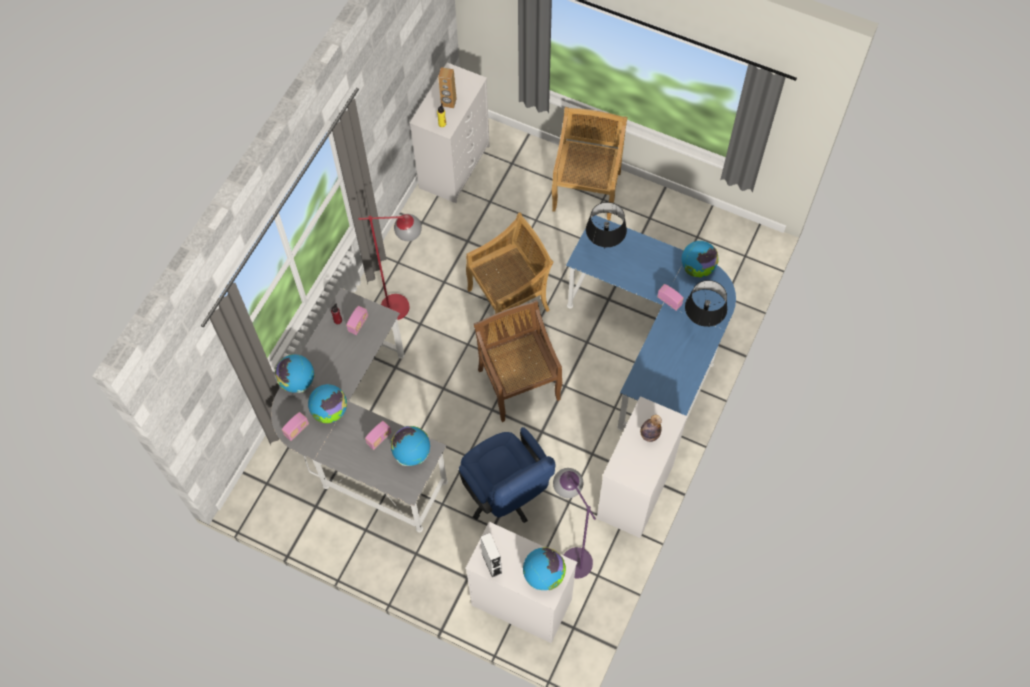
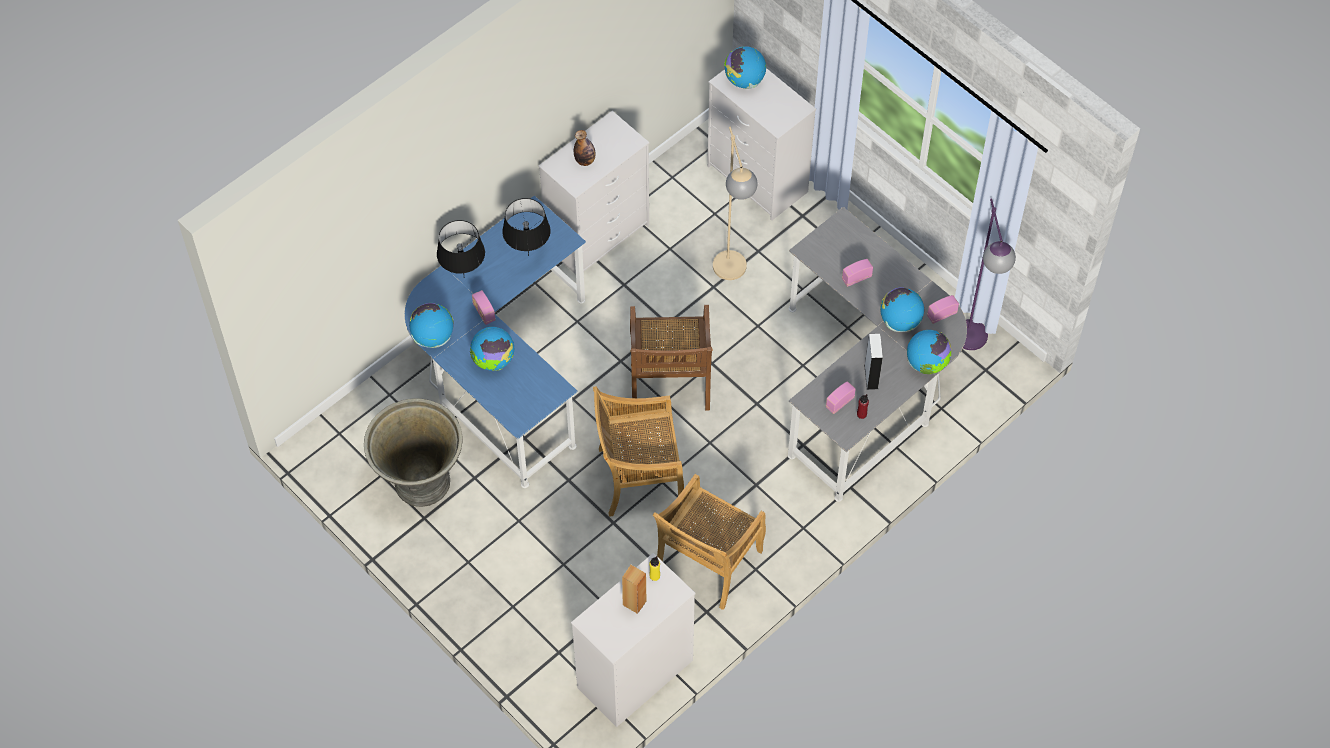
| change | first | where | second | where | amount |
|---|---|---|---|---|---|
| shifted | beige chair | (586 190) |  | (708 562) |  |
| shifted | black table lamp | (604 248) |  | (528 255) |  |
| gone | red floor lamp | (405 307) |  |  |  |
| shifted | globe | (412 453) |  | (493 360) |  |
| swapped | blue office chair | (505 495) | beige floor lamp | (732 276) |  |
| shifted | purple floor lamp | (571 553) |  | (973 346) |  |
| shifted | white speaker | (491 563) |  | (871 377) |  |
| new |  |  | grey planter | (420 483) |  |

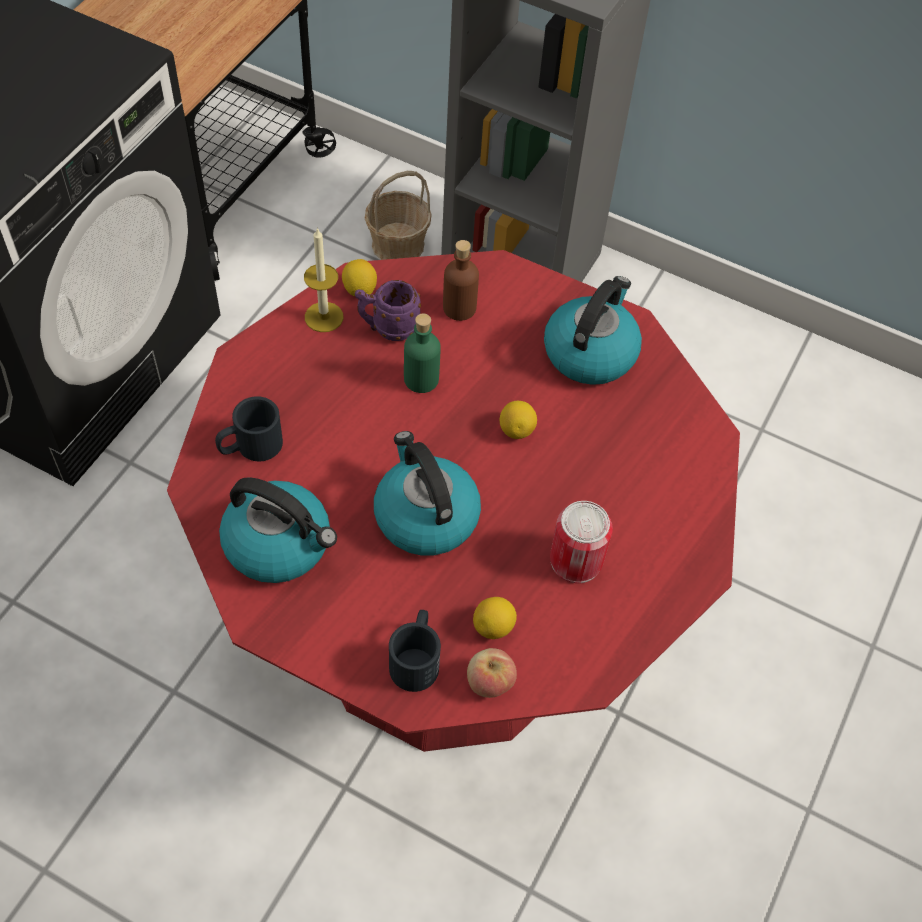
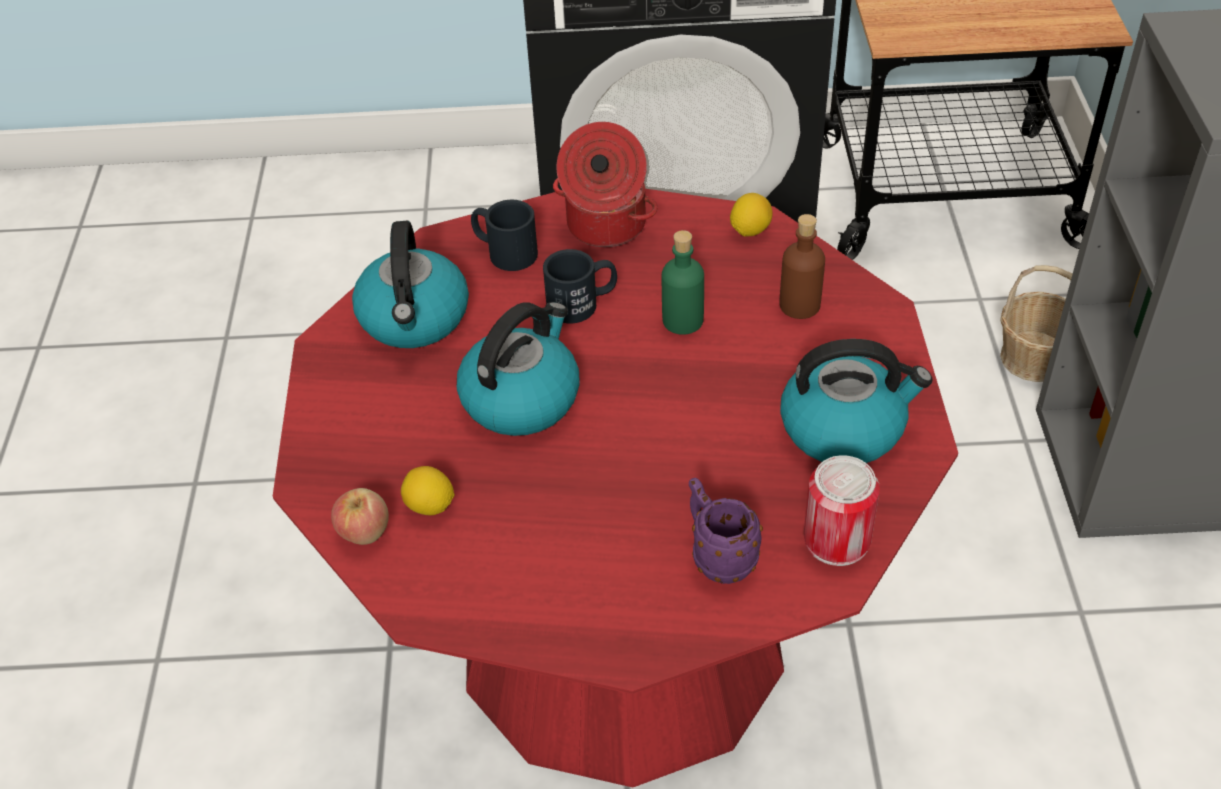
| change | first | where | second | where | amount |
|---|---|---|---|---|---|
| gone | candle | (324 317) |  |  |  |
| shifted | purple mug | (388 328) |  | (718 556) |  |
| gone | lemon | (516 430) |  |  |  |
| shifted | can | (576 560) |  | (836 540) |  |
| shifted | black mug | (416 658) |  | (582 303) |  |
| new |  |  | cooking pot | (605 226) |  |

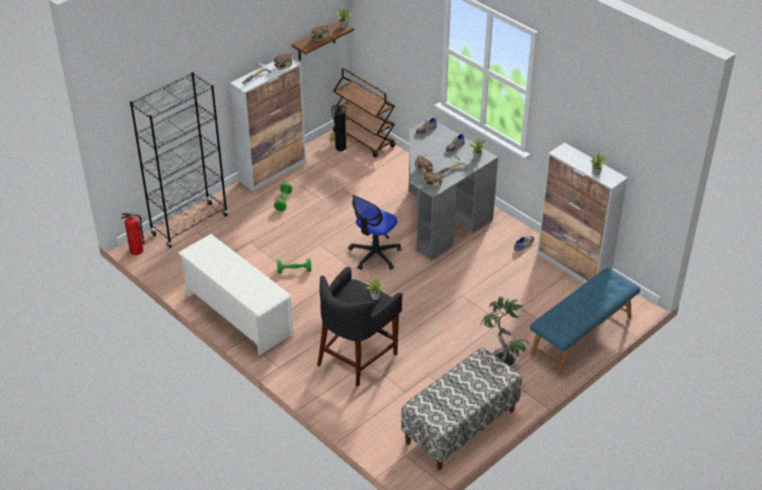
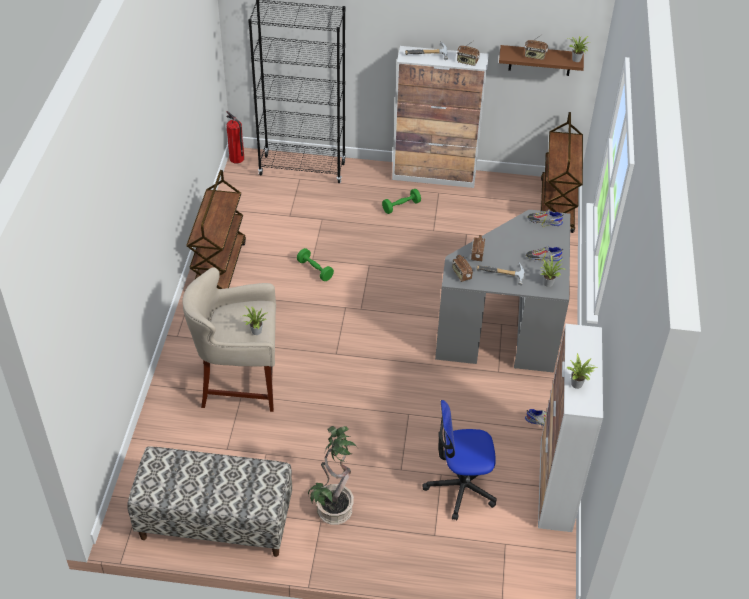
| change | first | where | second | where | amount |
|---|---|---|---|---|---|
| gone | fire extinguisher | (340 147) |  |  |  |
| shifted | office chair | (375 255) |  | (460 487) |  |
| swapped | white shoe rack | (238 314) | brown cart | (219 268) |  |
| repainted | black stool | (357 358) | beige stool | (240 384) |  |
| gone | blue bench | (582 336) |  |  |  |

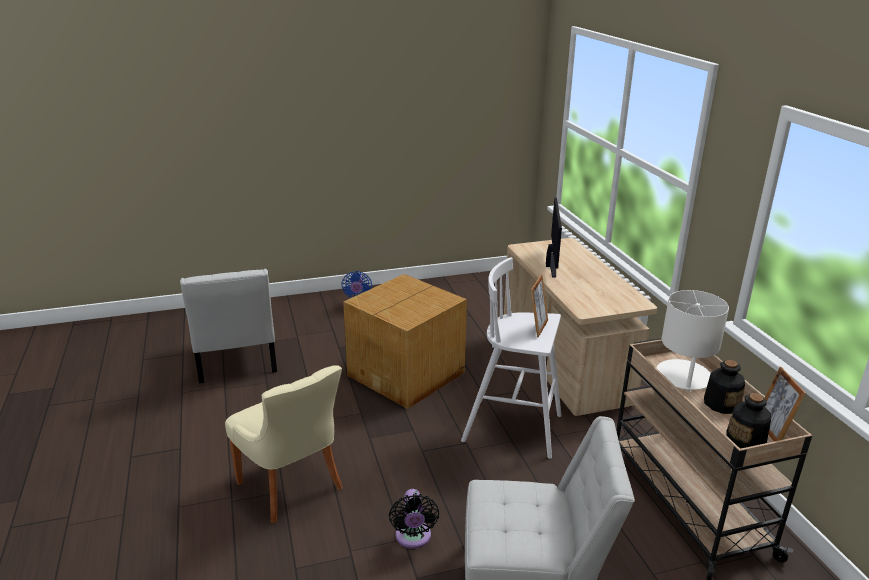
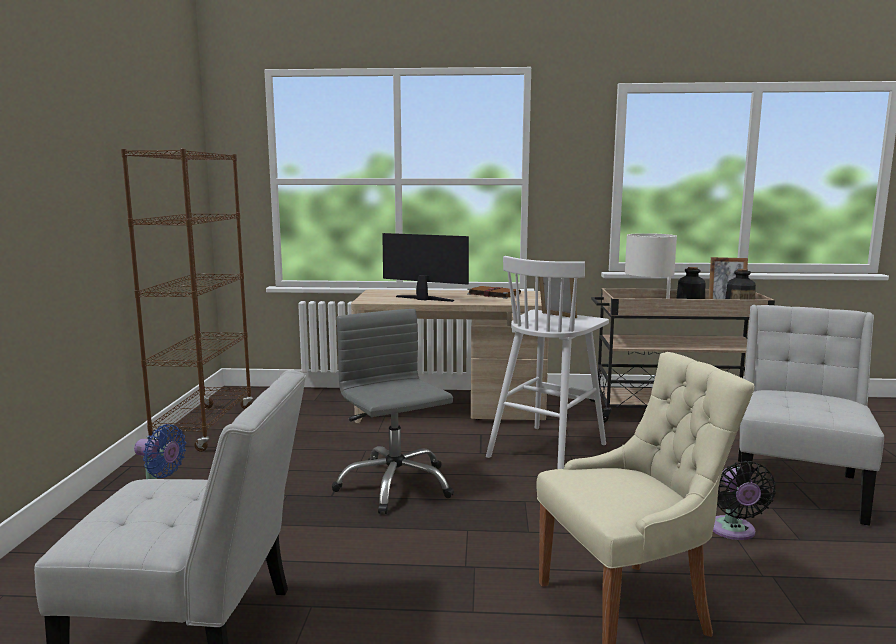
| change | first | where | second | where | amount |
|---|---|---|---|---|---|
| swapped | cardboard box | (408 373) | grey office chair | (394 485) |  |
| rotated | black fan | (413 538) |  | (733 531) | 75 degrees clockwise |
| new |  |  | brown bookcase | (205 427) |  |
| new |  |  | brown book | (492 294) |  |

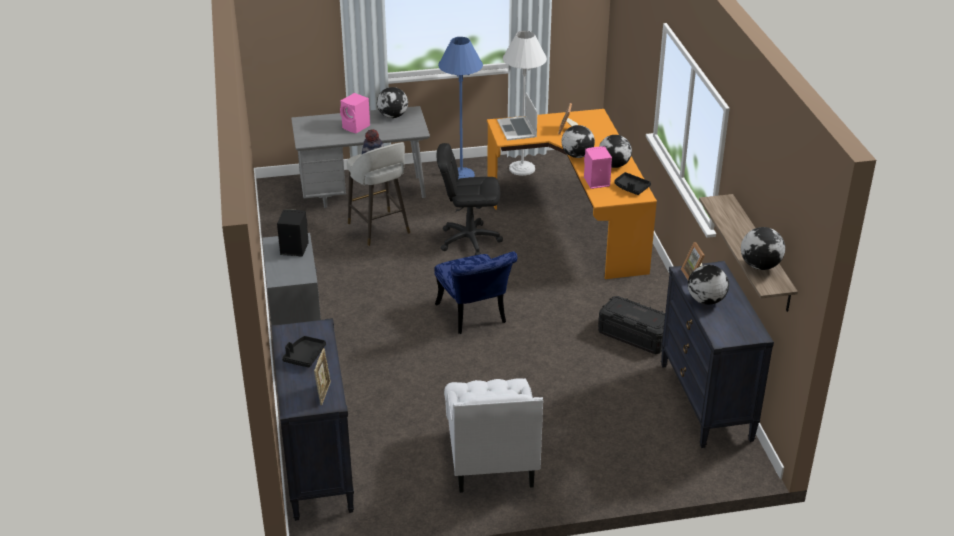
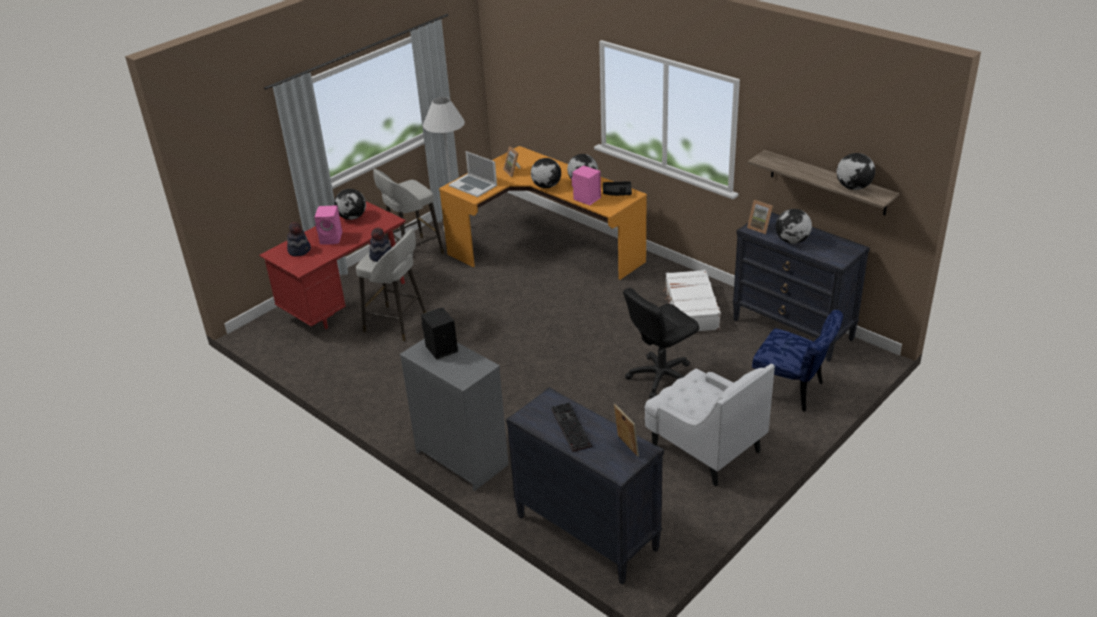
| change | first | where | second | where | amount |
|---|---|---|---|---|---|
| swapped | blue floor lamp | (461 175) | grey stool | (413 253) |  |
| repainted | grey desk | (363 192) | red desk | (346 302) |  |
| shifted | black office chair | (469 240) |  | (661 377) |  |
| shifted | blue chair | (474 317) |  | (793 391) |  |
| swapped | black storage box | (634 336) | white suitcase | (691 309) |  |
| swapped | black tray | (304 356) | keyboard | (569 427) |  |
| new |  |  | hat | (299 250) |  |

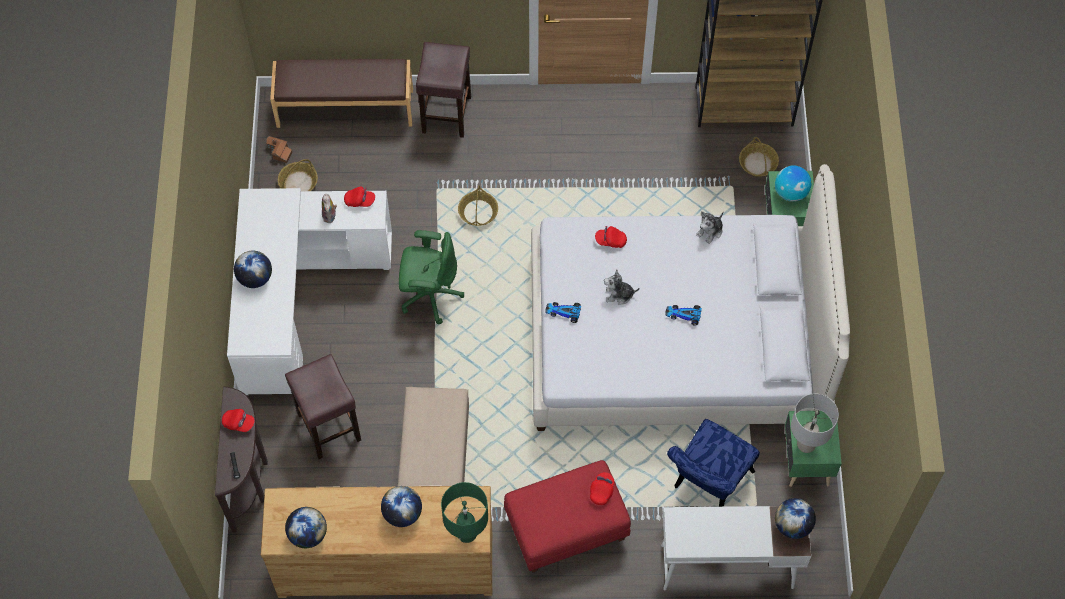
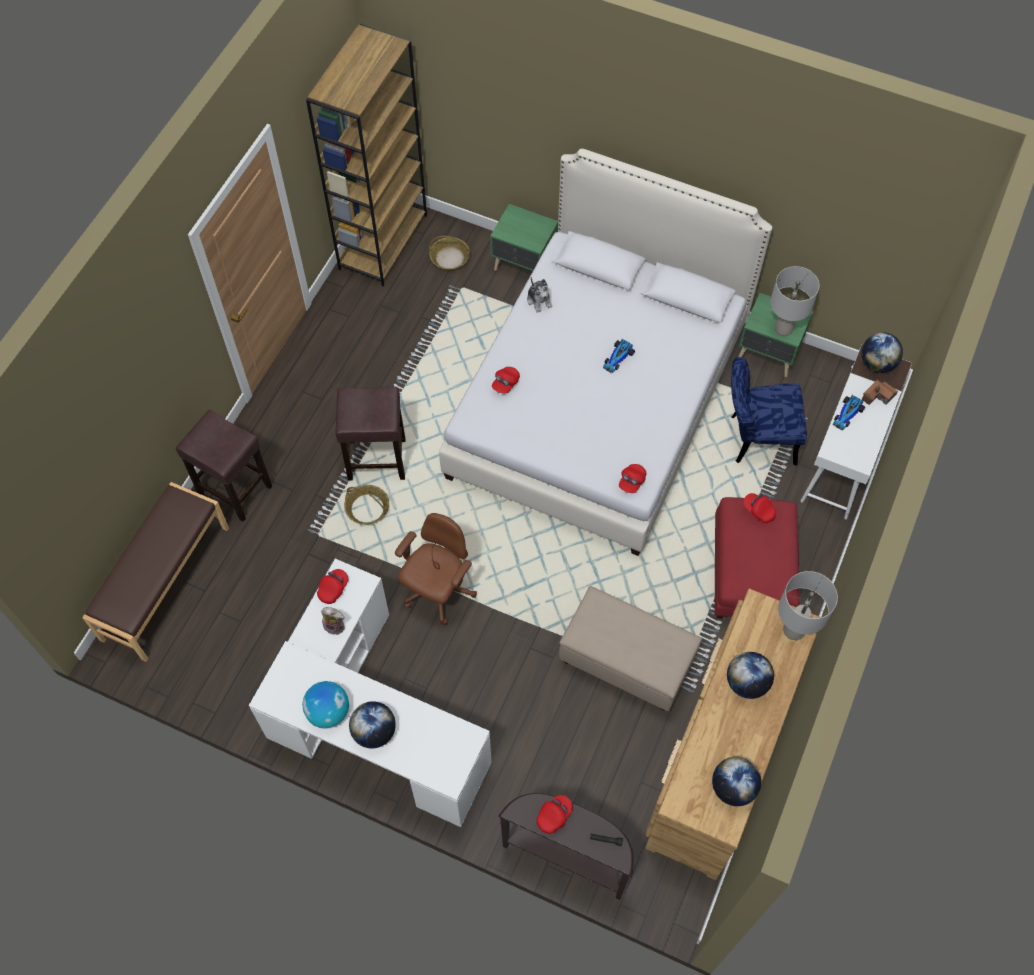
| change | first | where | second | where | amount |
|---|---|---|---|---|---|
| shifted | toy house | (279 152) |  | (878 396) |  |
| gone | basket | (298 183) |  |  |  |
| shifted | globe | (791 193) |  | (328 711) |  |
| repainted | green office chair | (430 295) | brown office chair | (438 591) |  |
| gone | plush toy | (619 295) |  |  |  |
| shifted | toy car | (564 312) |  | (847 414) |  |
| shifted | brown stool | (328 426) |  | (375 459) |  |
| rotated | blue chair | (708 483) |  | (756 438) | 120 degrees clockwise |
| repainted | green table lamp | (467 533) | grey table lamp | (793 630) |  |
| new |  |  | red cap | (632 481) |  |

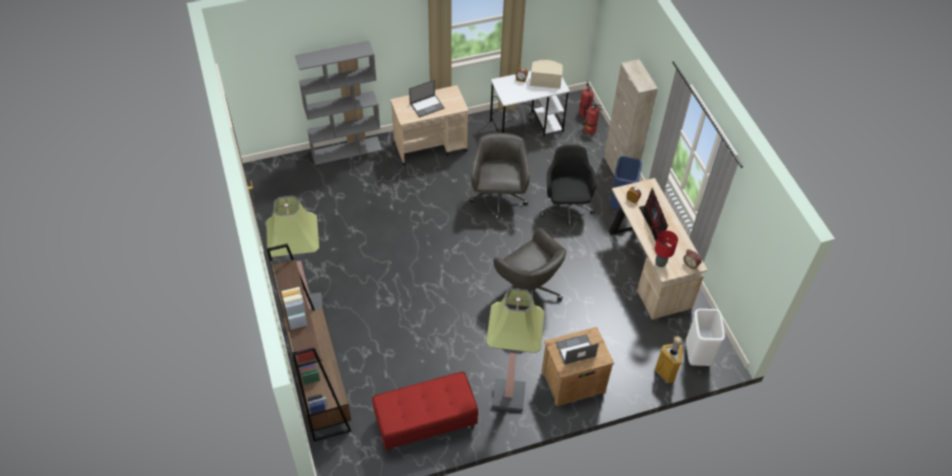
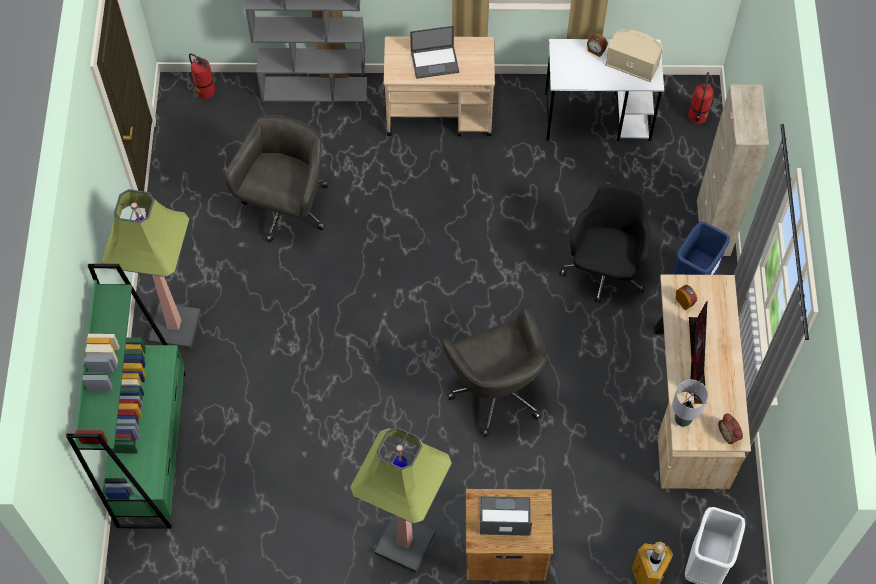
| change | first | where | second | where | amount |
|---|---|---|---|---|---|
| shifted | fire extinguisher | (589 130) |  | (206 91) |  |
| shifted | grey office chair | (498 198) |  | (286 208) |  |
| repainted | red table lamp | (660 263) | grey table lamp | (683 419) |  |
| repainted | brown bookcase | (319 385) | green bookcase | (152 448) |  |
| gone | red bench | (425 423) |  |  |  |

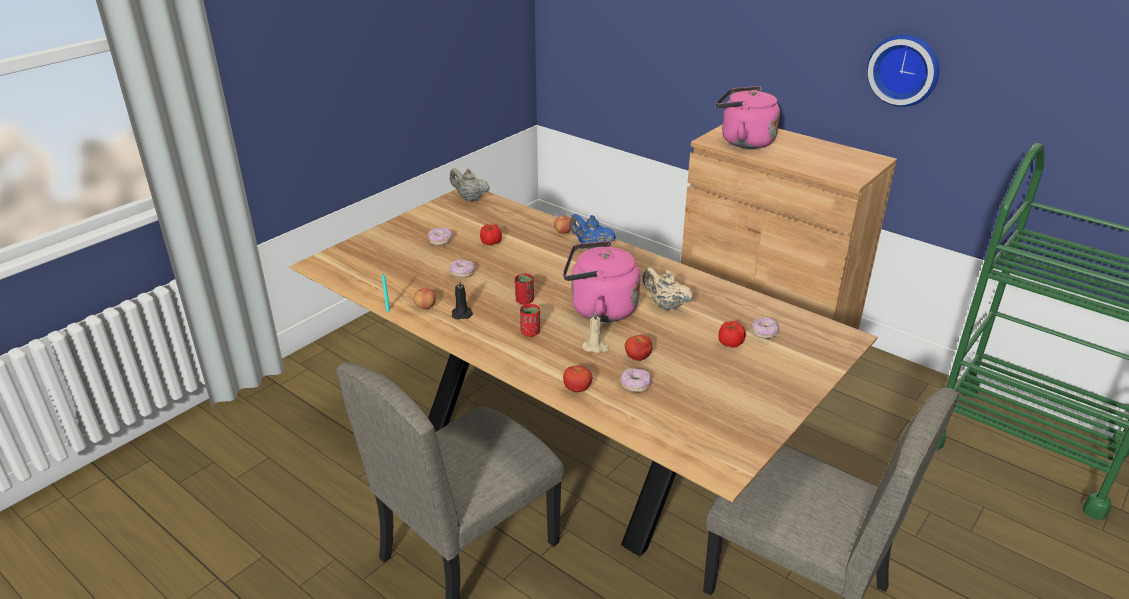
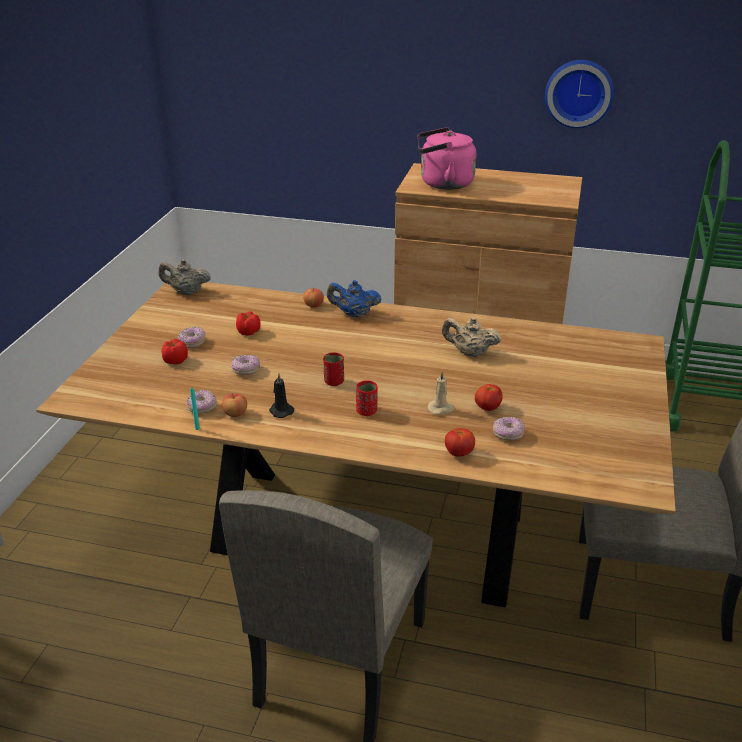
| change | first | where | second | where | amount |
|---|---|---|---|---|---|
| gone | pink kettle | (599 309) |  |  |  |
| shifted | donut | (764 334) |  | (202 408) |  |
| shifted | tomato | (730 343) |  | (175 361) |  |

